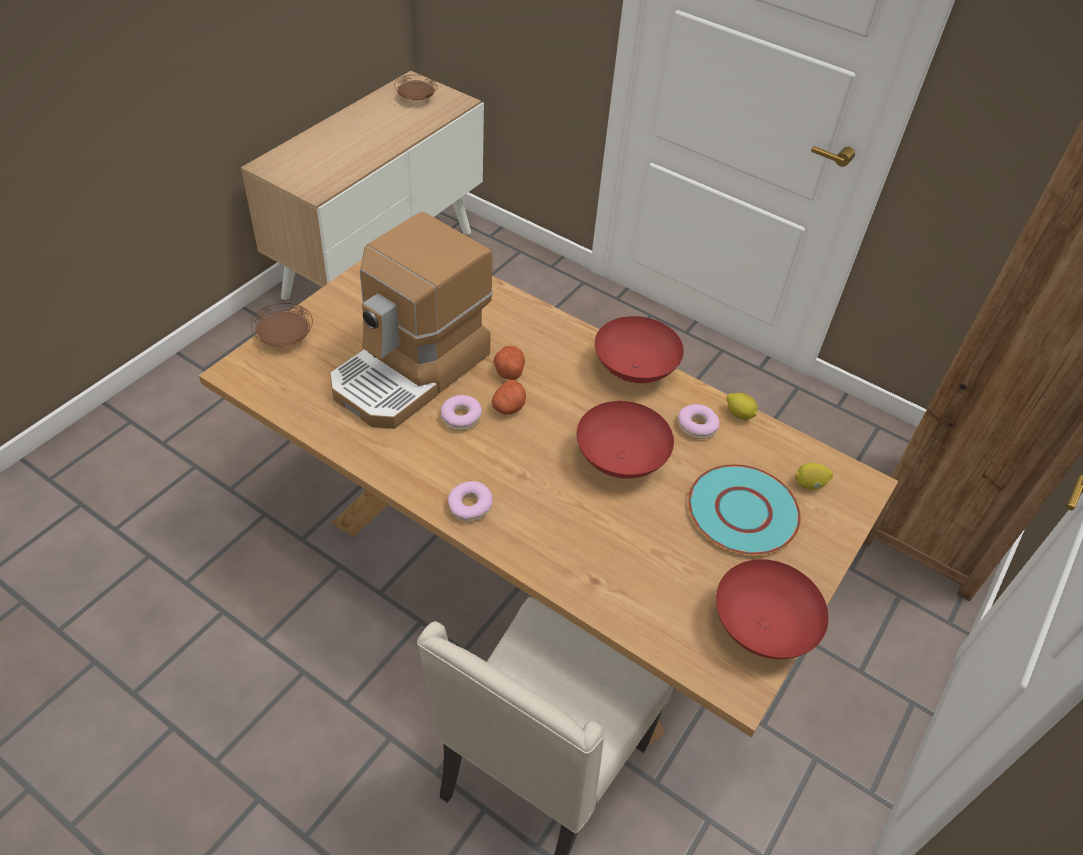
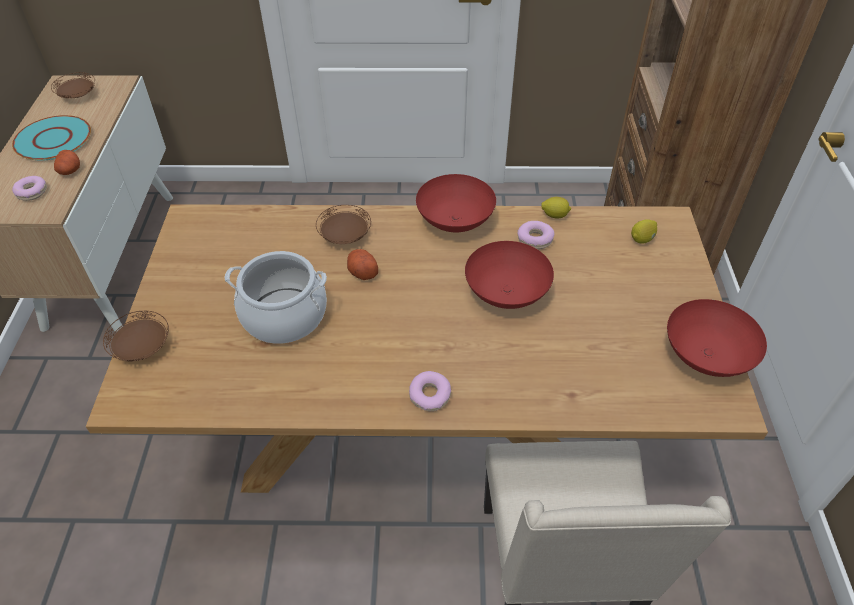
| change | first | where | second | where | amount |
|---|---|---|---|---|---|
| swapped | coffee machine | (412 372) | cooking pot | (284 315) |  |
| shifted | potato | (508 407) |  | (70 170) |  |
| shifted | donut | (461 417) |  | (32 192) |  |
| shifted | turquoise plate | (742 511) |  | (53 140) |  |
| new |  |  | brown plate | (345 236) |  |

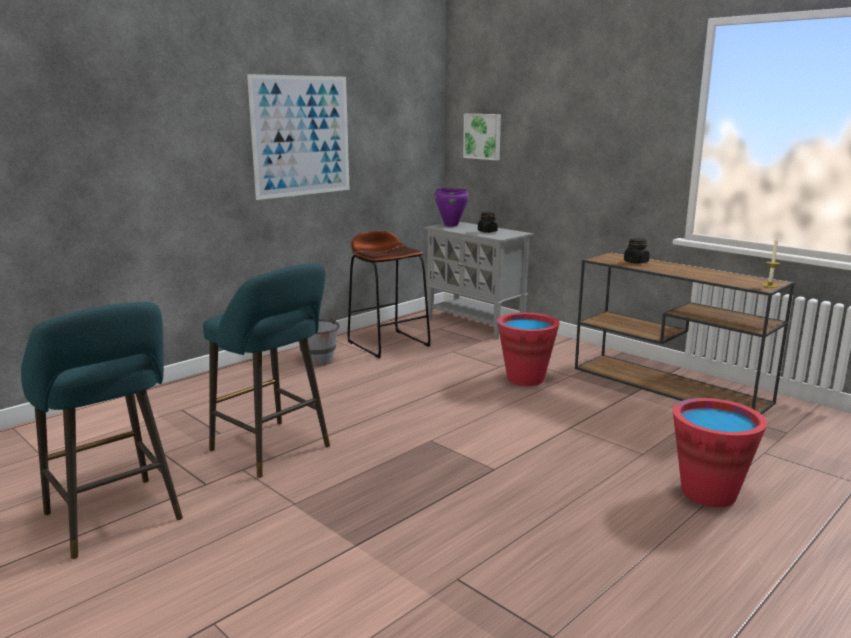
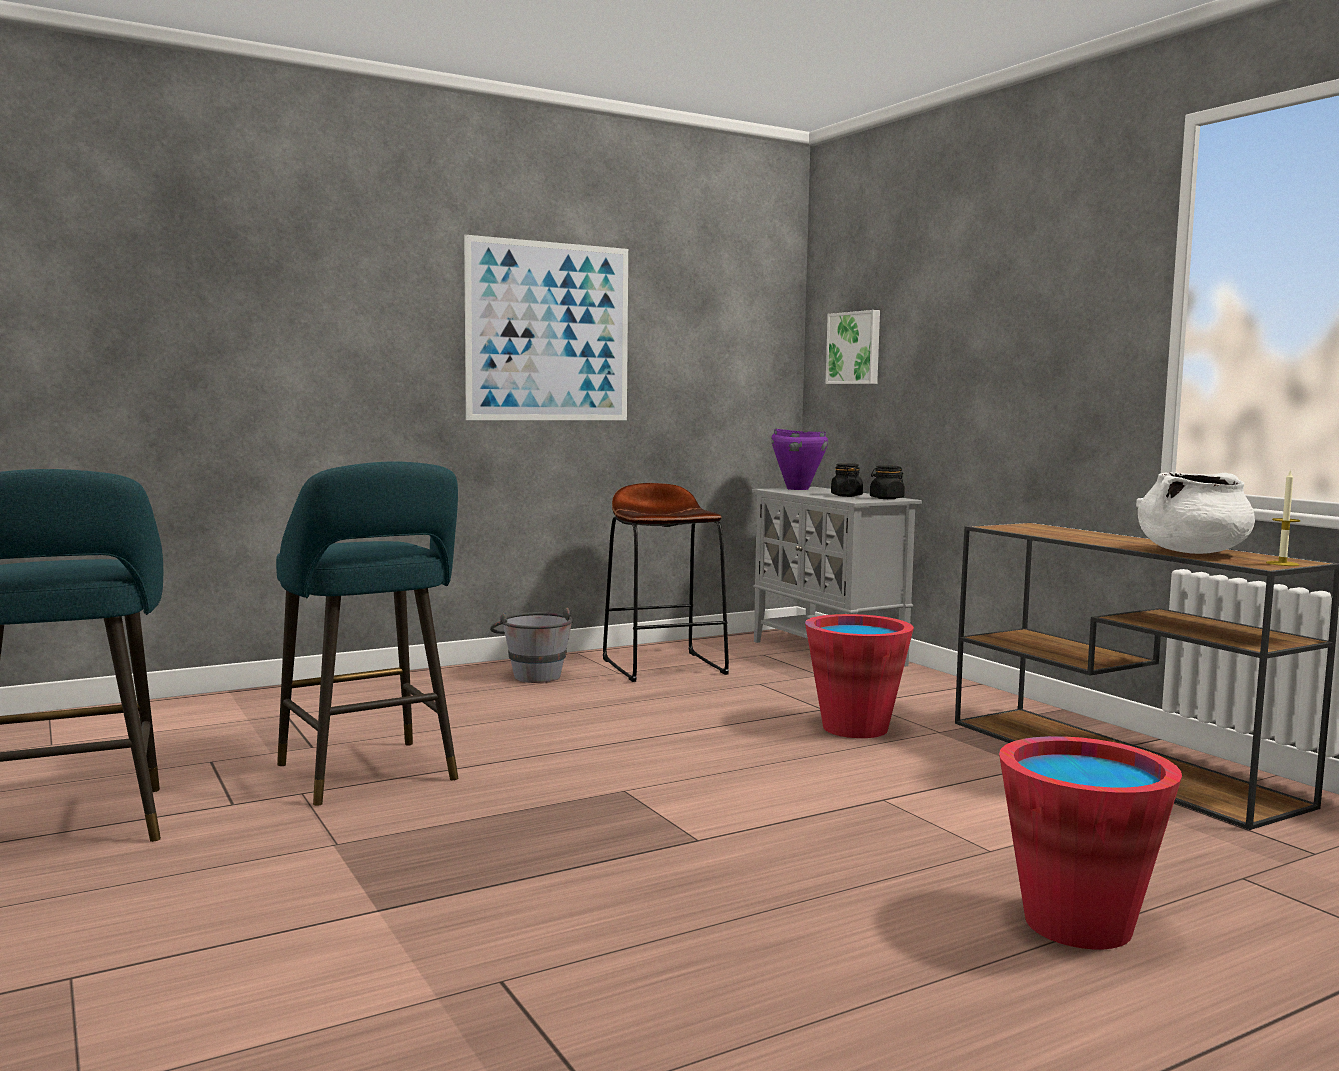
| change | first | where | second | where | amount |
|---|---|---|---|---|---|
| shifted | black jar | (636 262) |  | (886 498) |  |
| new |  |  | white cooking pot | (1192 552) |  |

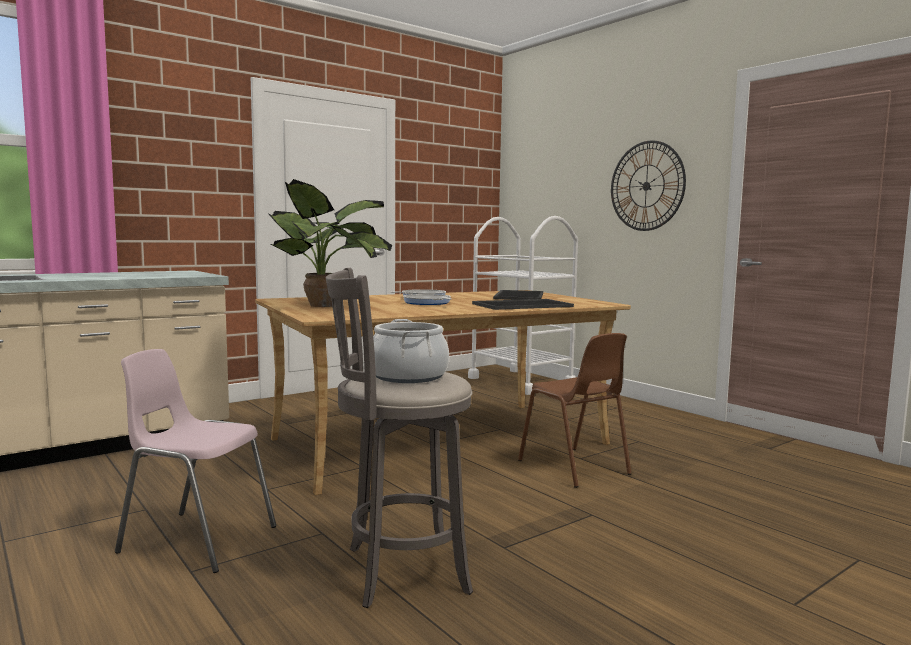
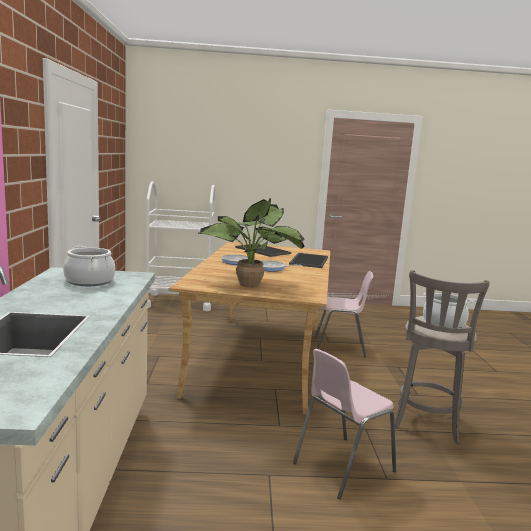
| change | first | where | second | where | amount |
|---|---|---|---|---|---|
| gone | wall clock | (646 186) |  |  |  |
| repainted | brown chair | (574 468) | pink chair | (340 347) |  |
| new |  |  | cooking pot | (90 281) |  |

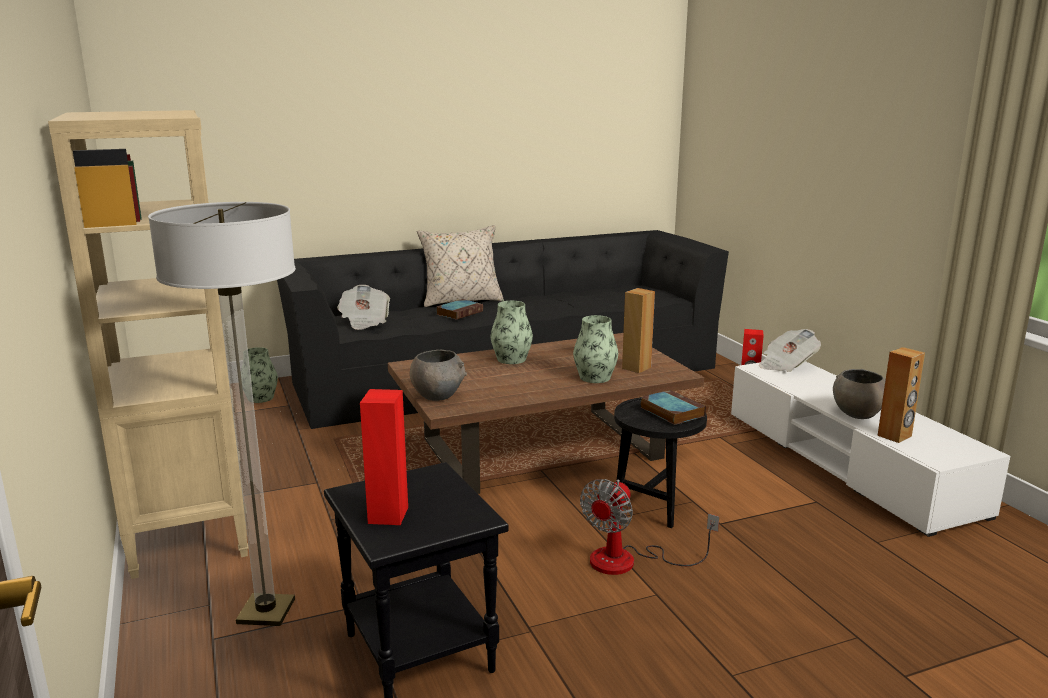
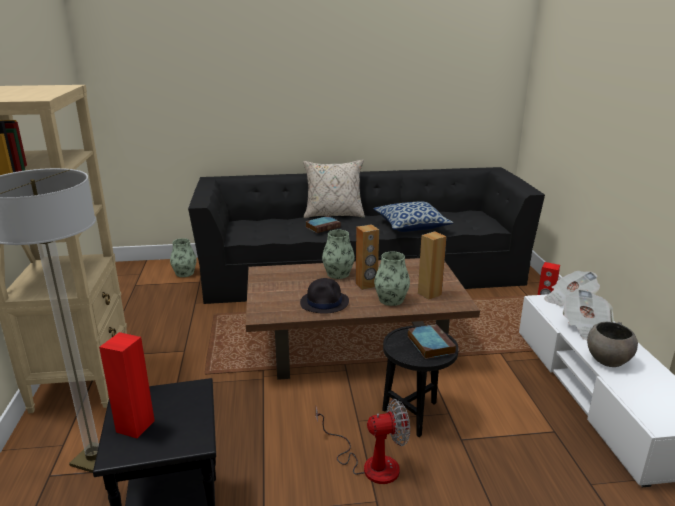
| change | first | where | second | where | amount |
|---|---|---|---|---|---|
| shifted | newspaper | (364 321) |  | (586 327) |  |
| shifted | brown speaker | (895 436) |  | (366 285) |  |
| gone | grey bowl | (438 395) |  |  |  |
| rotated | fan | (629 561) |  | (370 463) | 150 degrees counterclockwise |
| new |  |  | pillow | (411 226) |  |
| new |  |  | black hat | (325 302) |  |

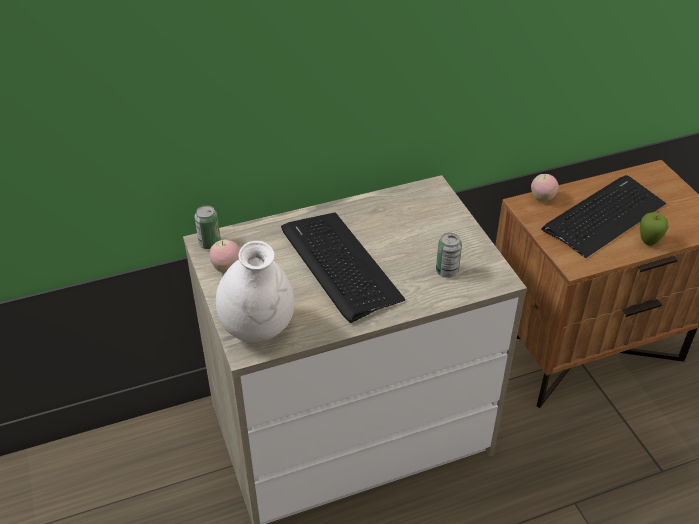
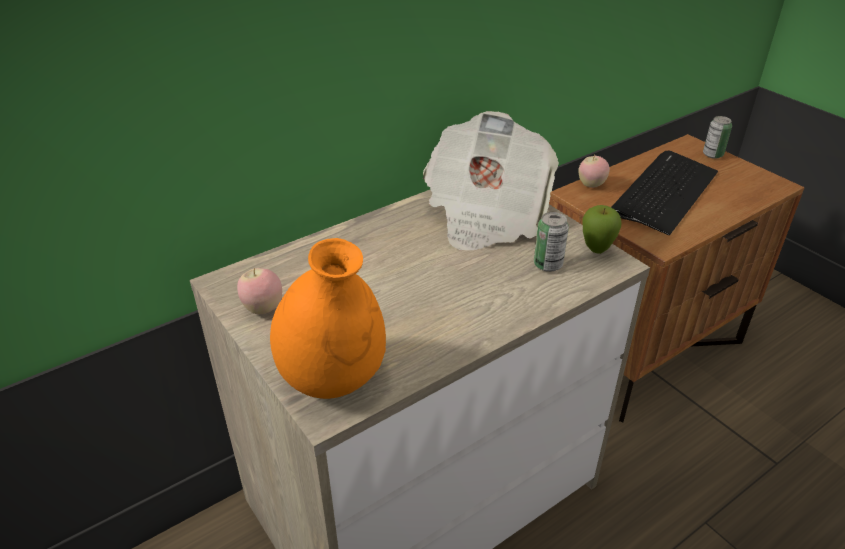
| change | first | where | second | where | amount |
|---|---|---|---|---|---|
| shifted | can | (210 243) |  | (712 154) |  |
| shifted | apple | (648 243) |  | (596 250) |  |
| gone | keyboard | (339 265) |  |  |  |
| repainted | white vase | (257 329) | orange vase | (333 380) |  |
| new |  |  | newspaper | (486 213) |  |

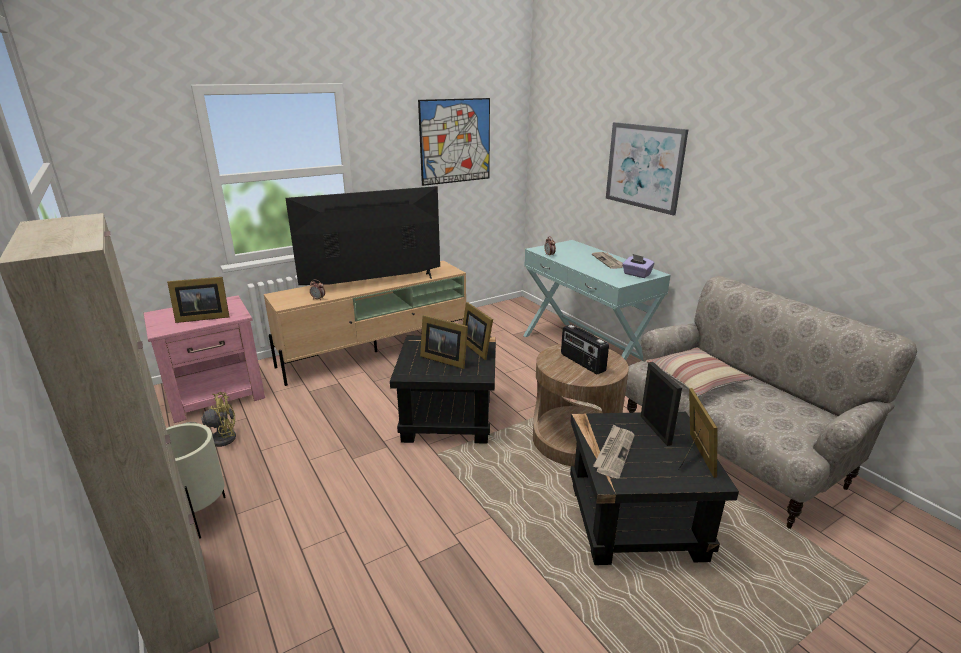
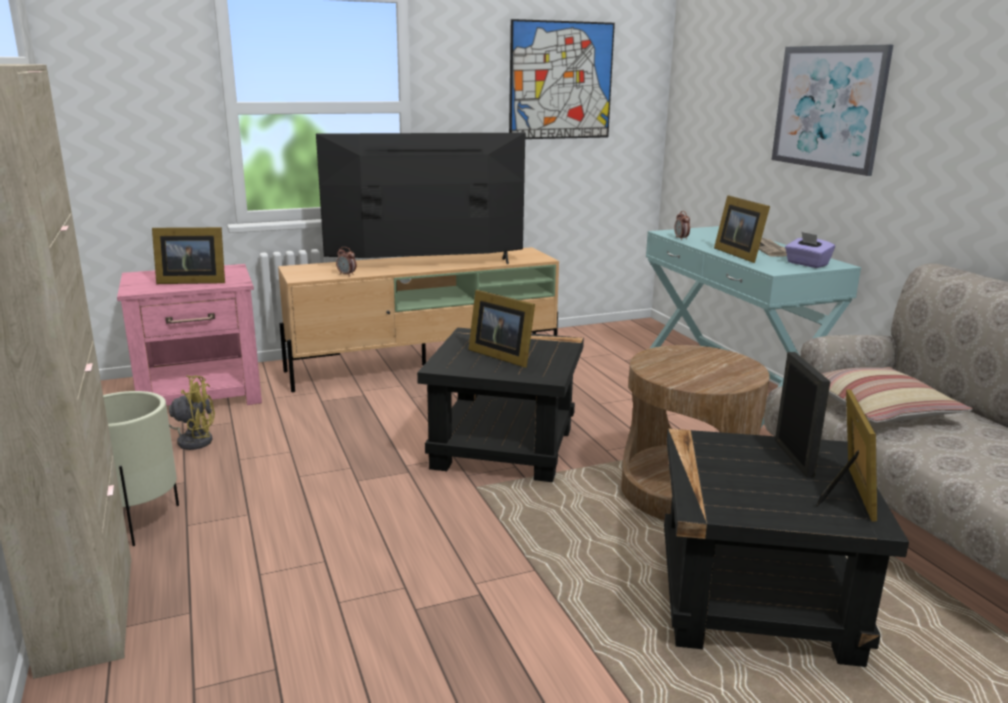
| change | first | where | second | where | amount |
|---|---|---|---|---|---|
| shifted | picture frame | (477 347) |  | (739 254) |  |
| gone | radio | (582 363) |  |  |  |
| gone | newspaper | (614 452) |  |  |  |

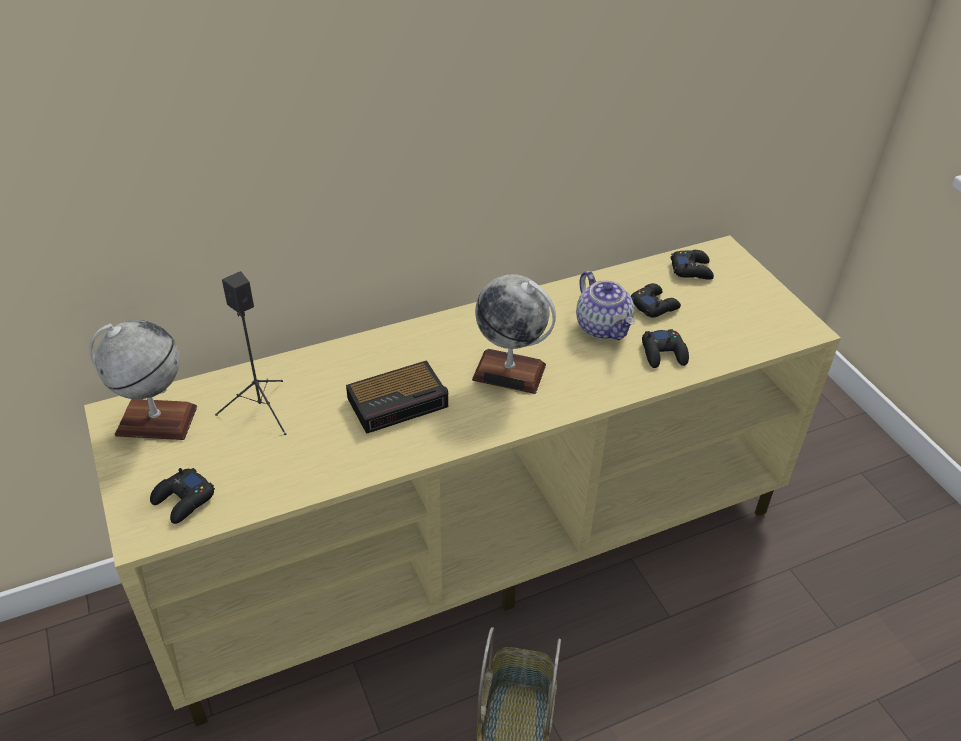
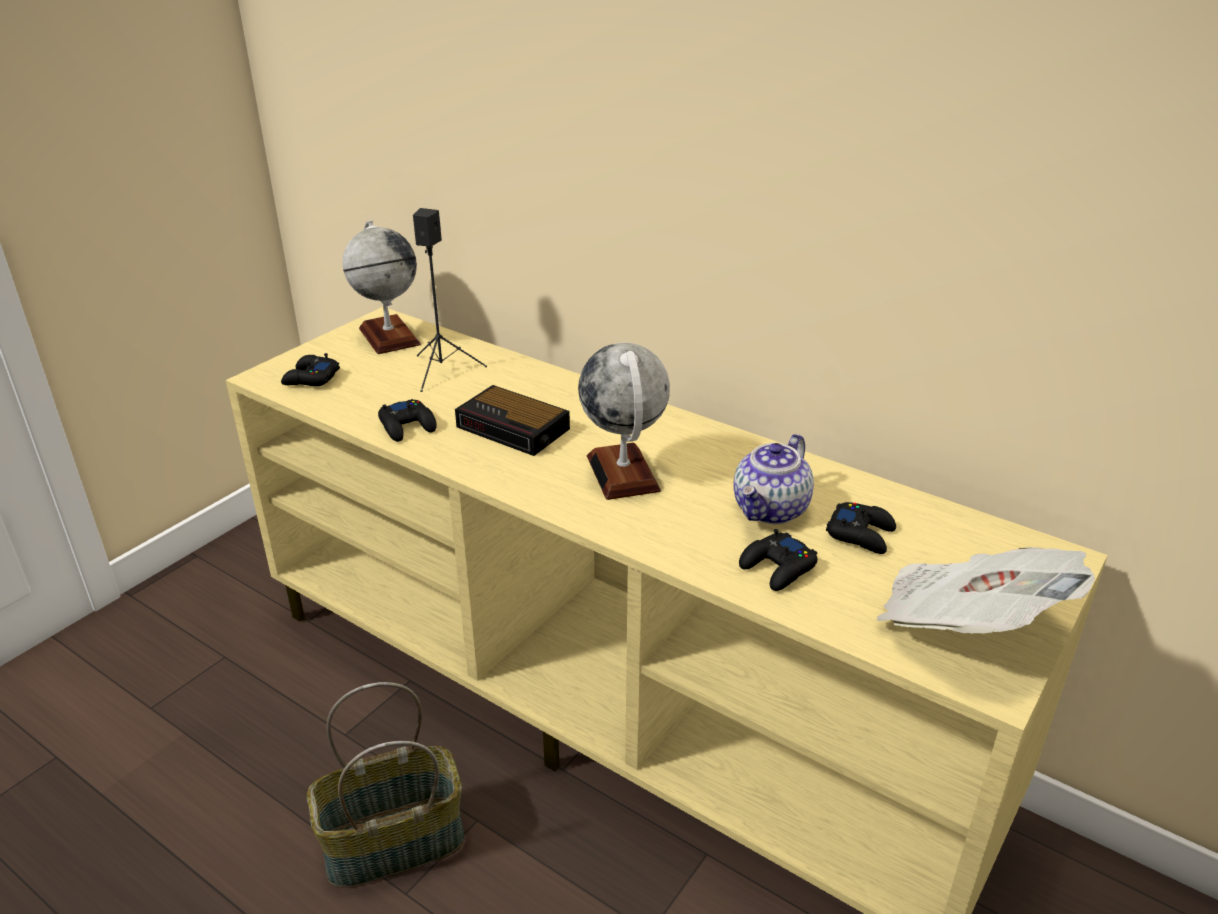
| change | first | where | second | where | amount |
|---|---|---|---|---|---|
| shifted | black game controller | (691 269) |  | (408 426) |  |
| new |  |  | newspaper | (966 625) |  |

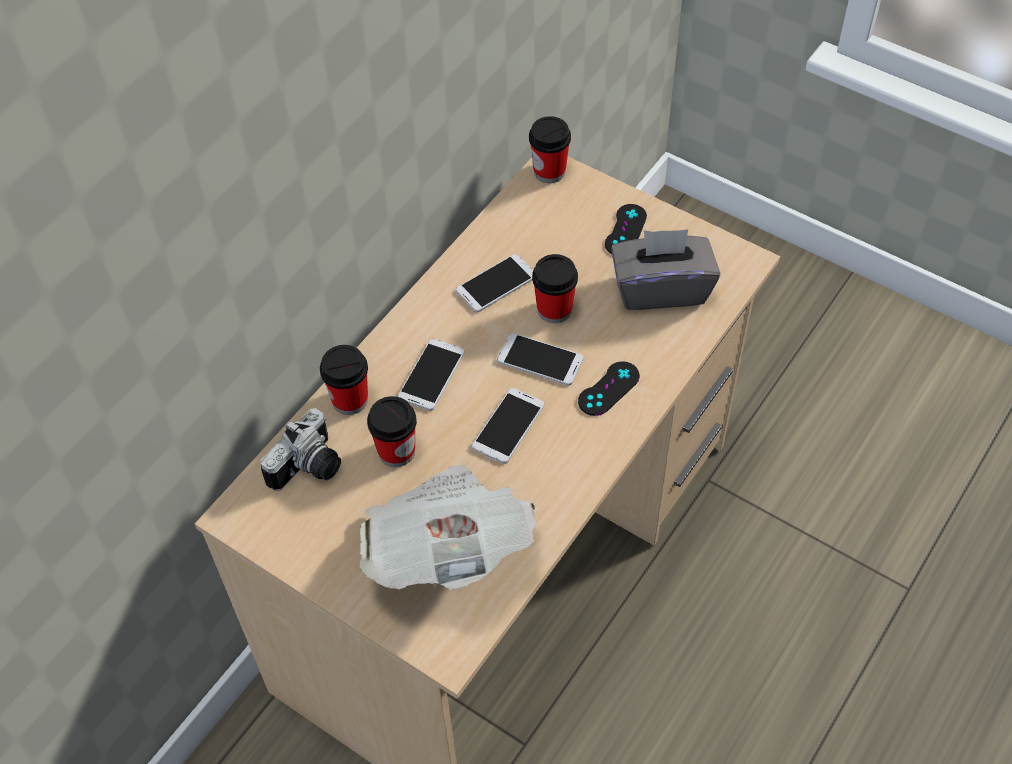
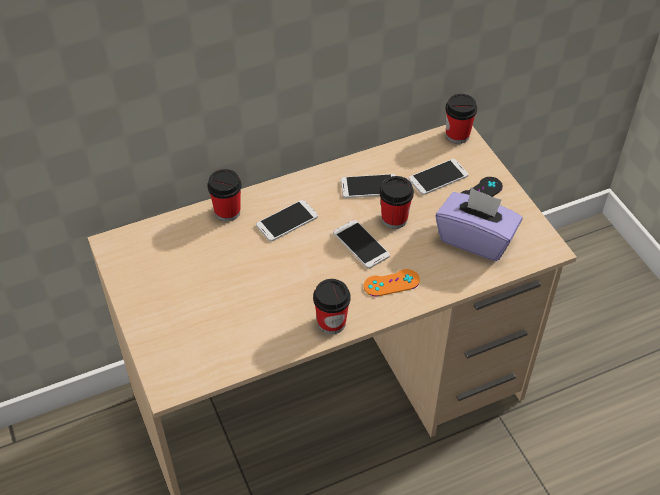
| change | first | where | second | where | amount |
|---|---|---|---|---|---|
| repainted | grey tissue box | (661 289) | purple tissue box | (475 239) |  |
| repainted | black game controller | (608 389) | orange game controller | (391 283) |  |
| shifted | phone | (508 426) |  | (438 177) |  |
| shifted | cup | (396 451) |  | (331 322) |  |
| gone | photo camera | (310 469) |  |  |  |
| gone | newspaper | (448 549) |  |  |  |

